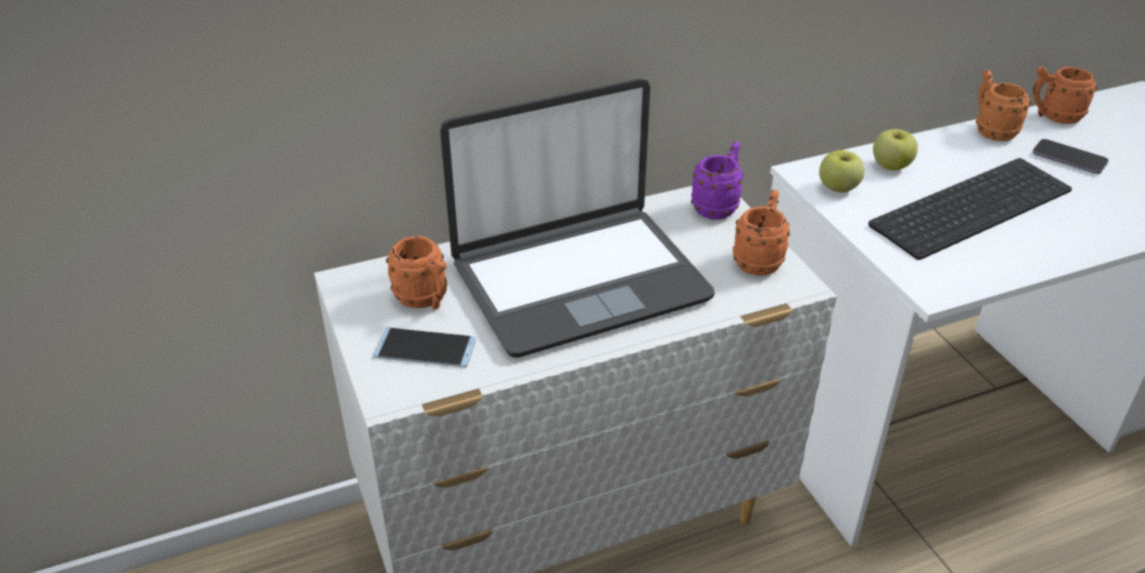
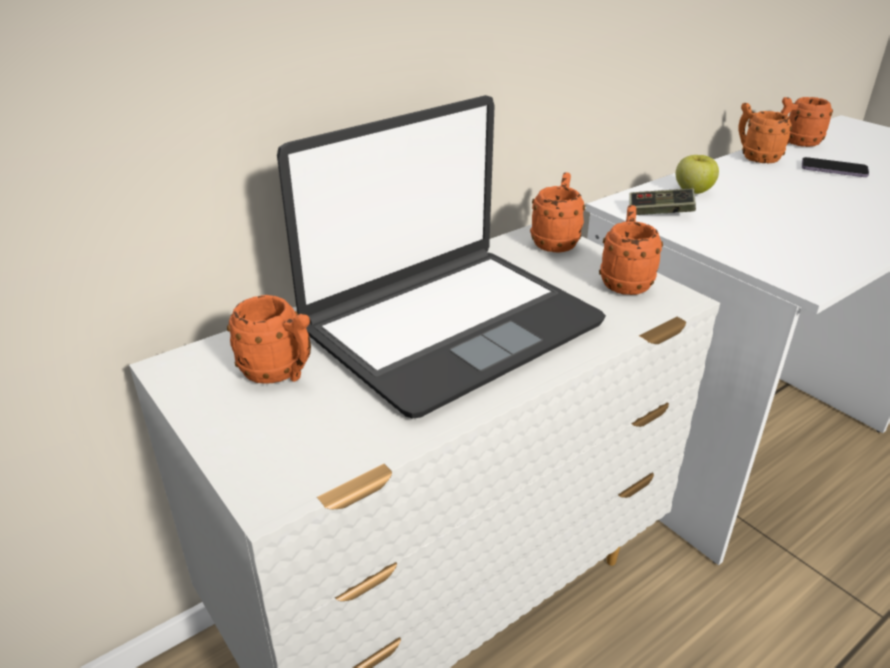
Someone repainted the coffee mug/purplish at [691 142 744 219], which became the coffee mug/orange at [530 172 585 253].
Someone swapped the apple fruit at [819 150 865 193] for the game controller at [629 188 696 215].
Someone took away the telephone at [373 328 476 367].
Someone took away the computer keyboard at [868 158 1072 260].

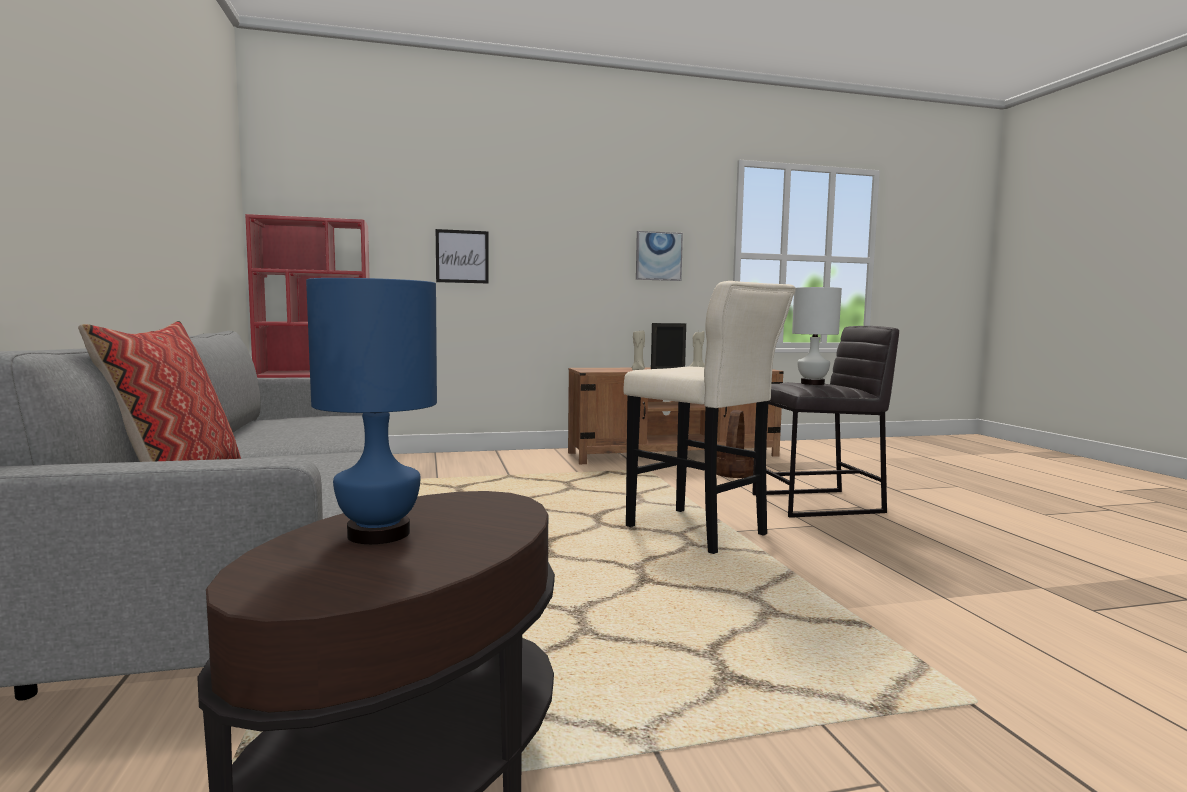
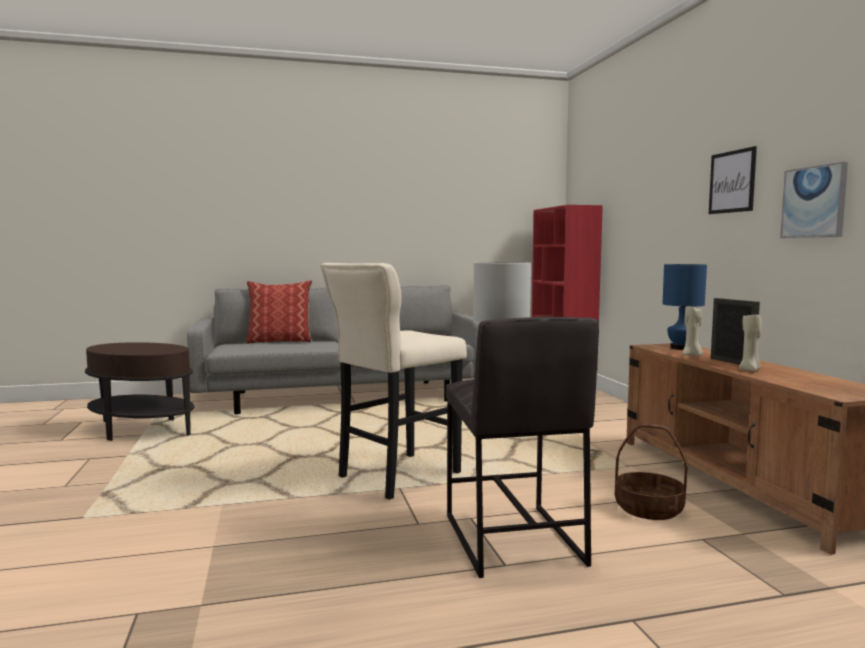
Someone carried the lamp for a table/blue from [306 278 437 544] to [663 264 707 350].
Someone carried the picture from [436 229 489 283] to [709 146 757 214].

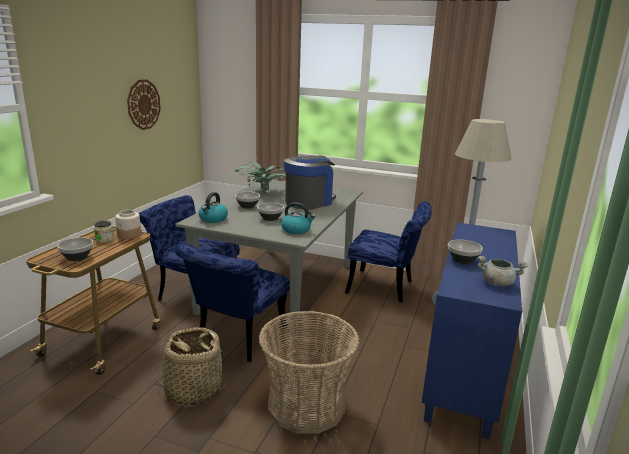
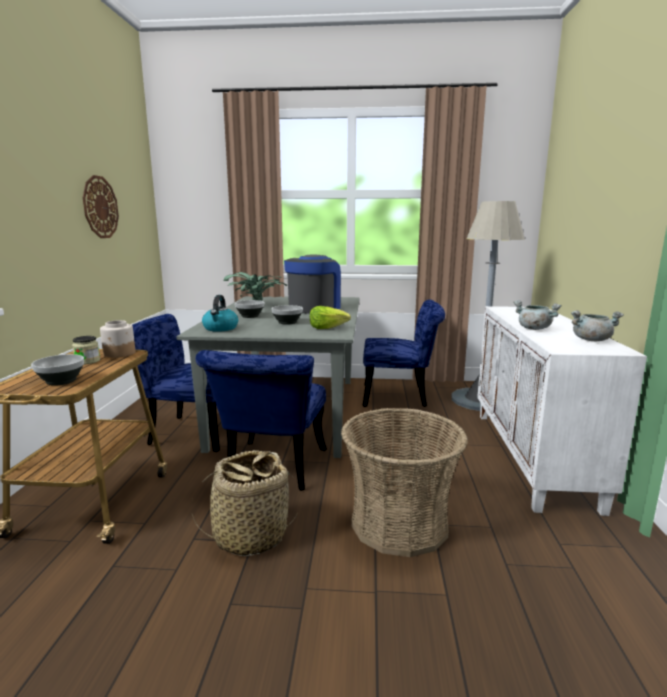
Someone swapped the tea kettle at [281 202 316 234] for the head of lettuce at [310 306 351 329].
Someone repainted the cabinet/blue at [422 222 522 439], which became the cabinet/white at [477 306 647 516].
Someone swapped the deep dish at [448 239 483 264] for the saucepot/greyish at [513 300 562 330].

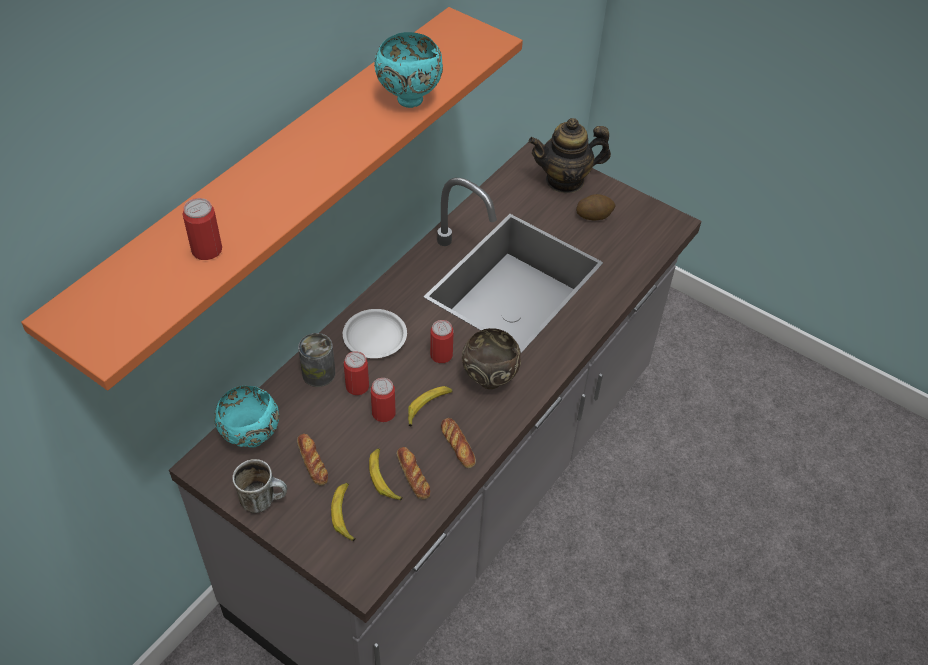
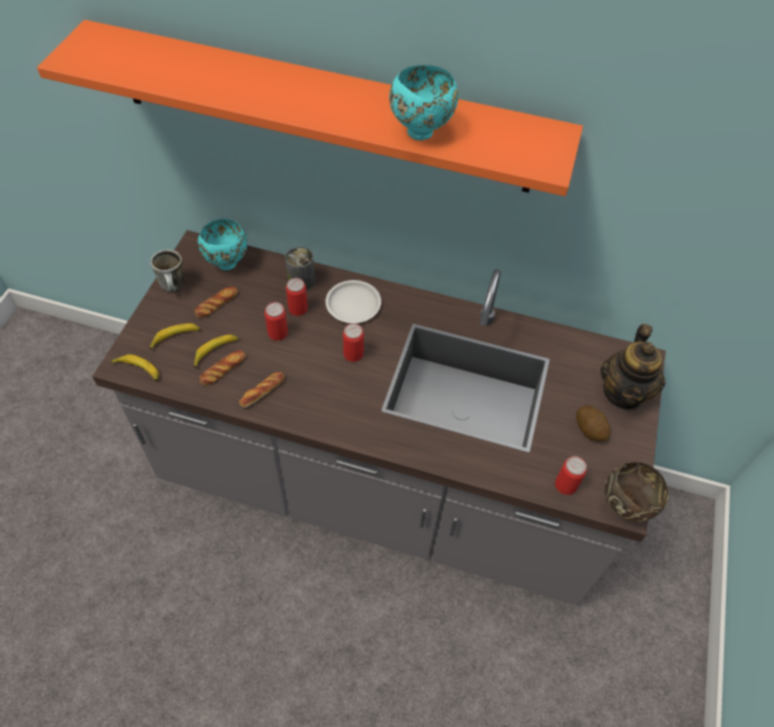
Someone carried the banana fruit from [408 386 452 426] to [111 354 159 381].
Someone carried the can from [182 198 222 260] to [555 456 587 495].
Someone rotated the teapot at [528 118 611 193] by 135 degrees counterclockwise.
Someone carried the deep dish/brownish from [462 328 521 389] to [605 462 668 522].

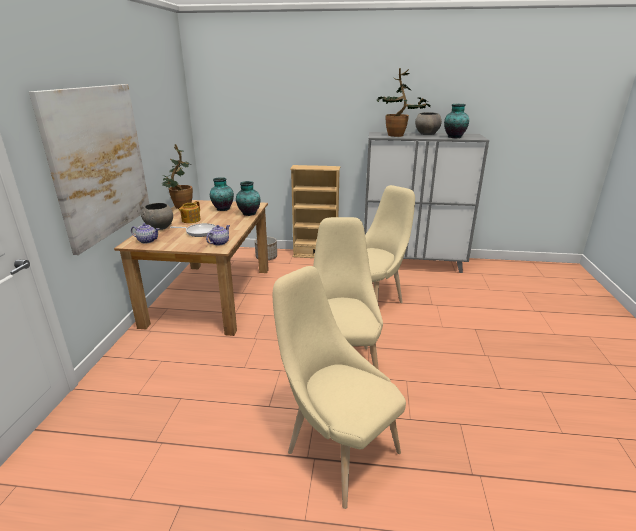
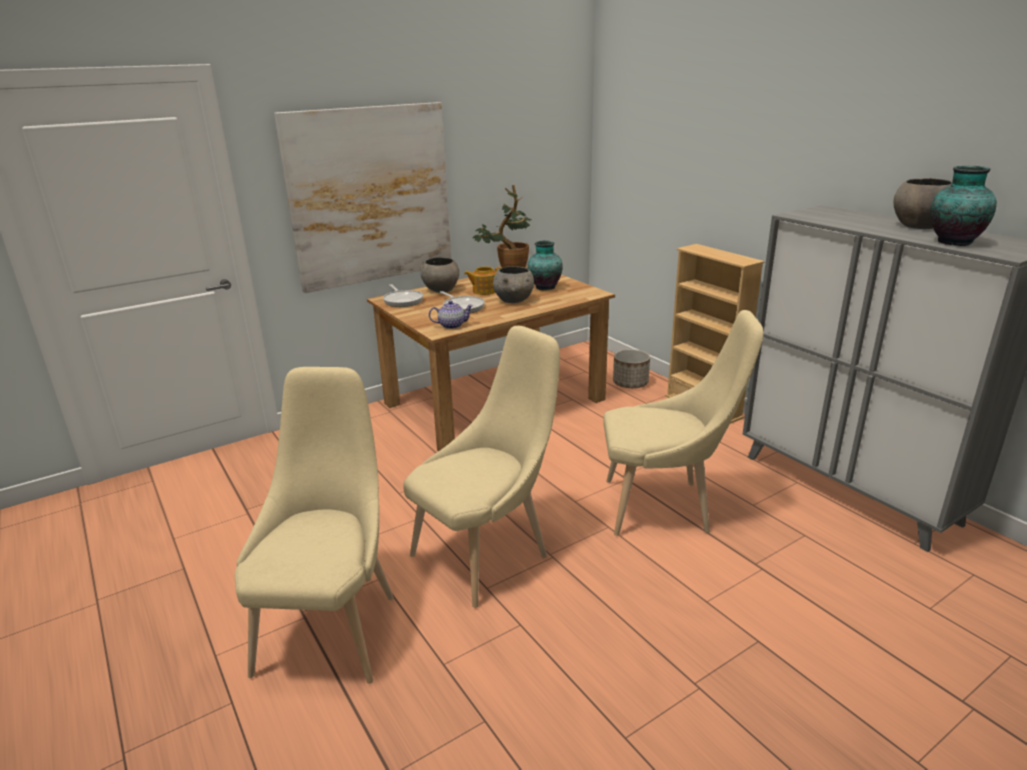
Someone swapped the teapot at [131 223 160 244] for the frying pan at [383 284 423 307].
Someone put down the deep dish/greyish at [493 266 534 303].
Someone took away the vase at [236 181 260 216].
Someone took away the houseplant at [377 68 430 137].

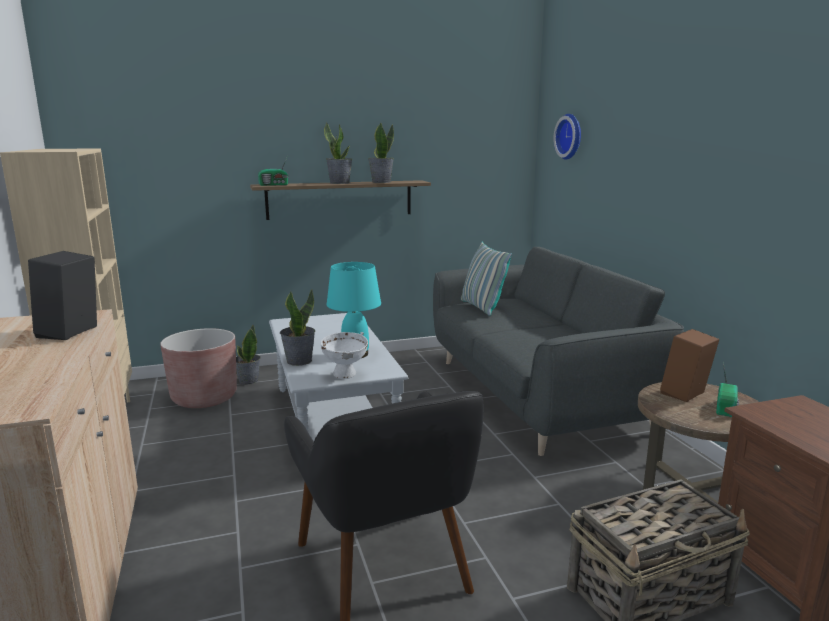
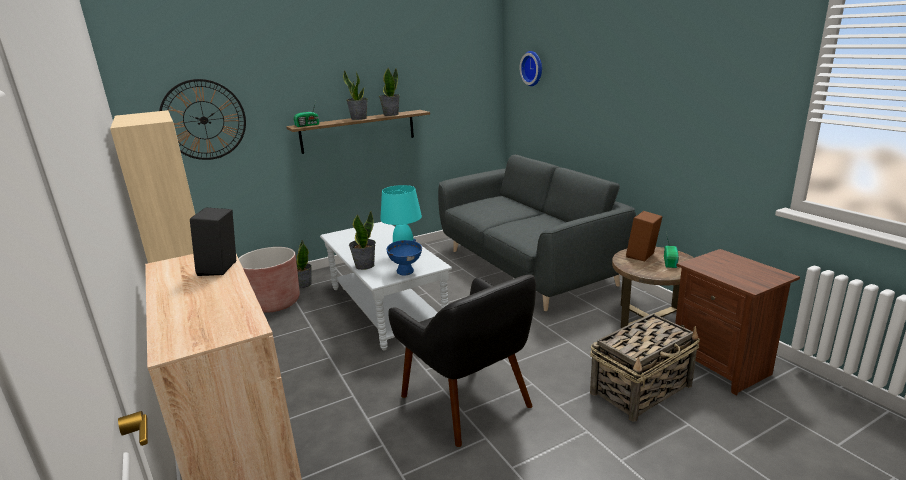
Someone put up the clock on the wall at [159 79 246 160].
Someone repainted the deep dish/white at [321 332 368 379], which became the deep dish/blue at [387 239 422 276].
Someone took away the cushion at [461 242 512 316].

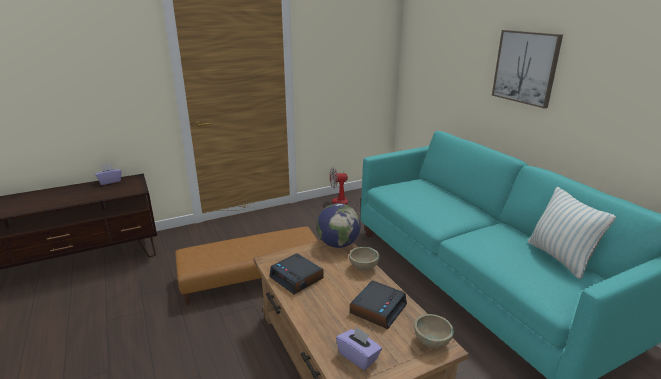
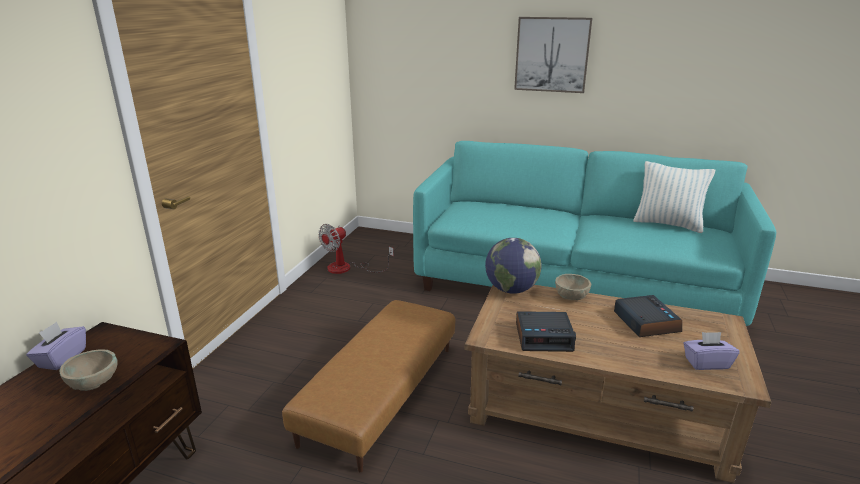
Someone carried the deep dish/sand-coloured from [414 314 454 348] to [60 349 118 391].

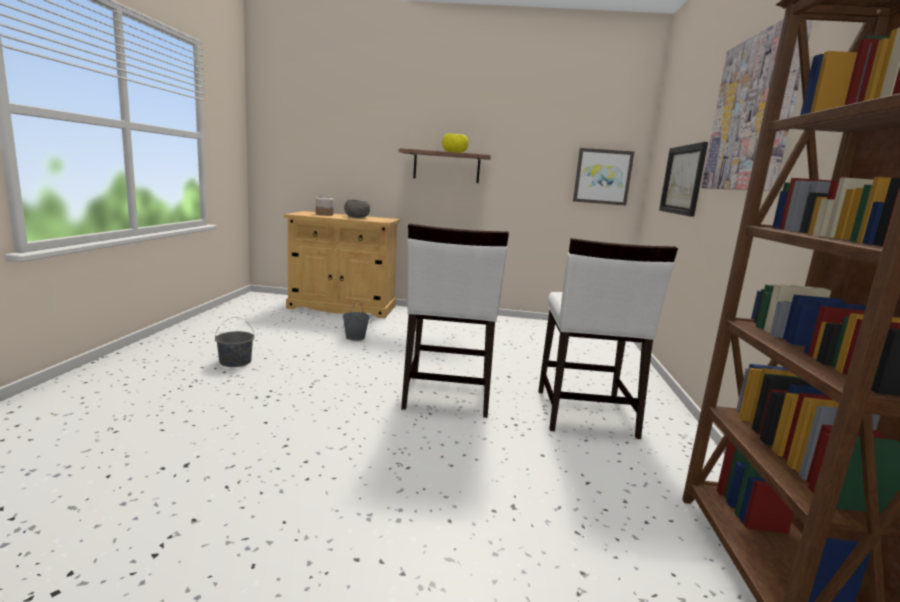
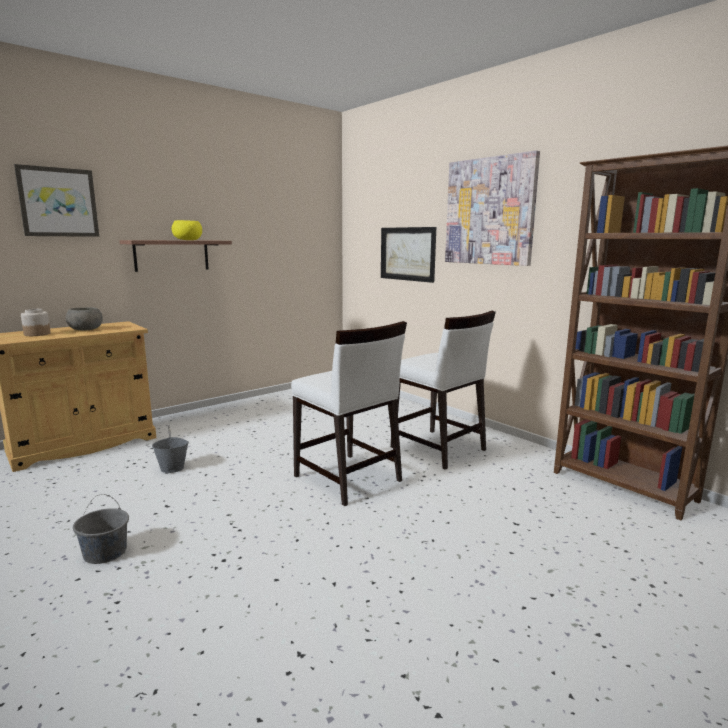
Someone carried the picture from [573 148 634 205] to [14 164 99 237].

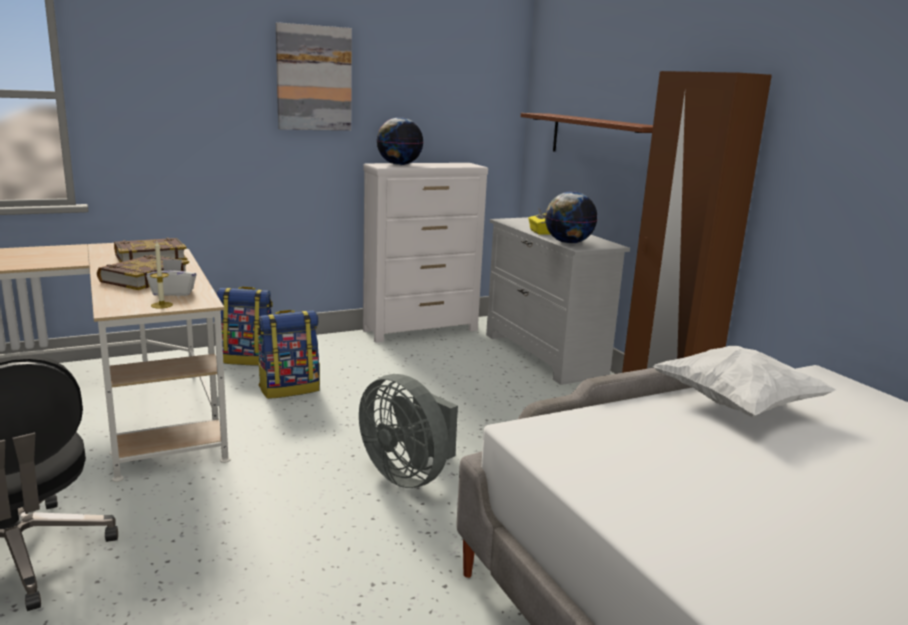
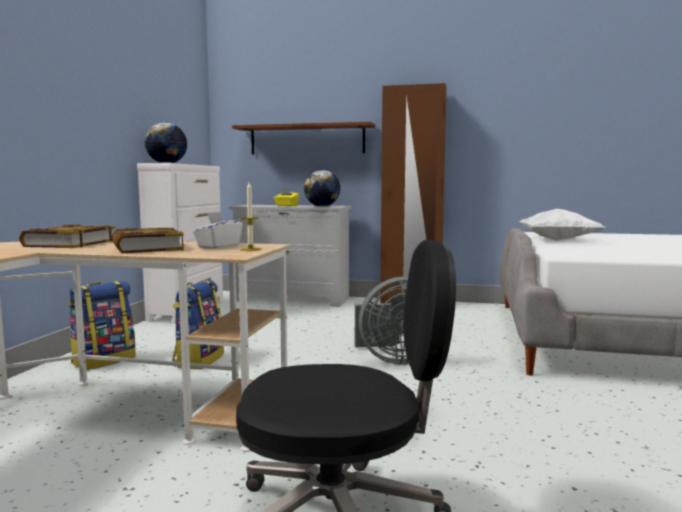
Someone took away the picture at [276 22 352 131].

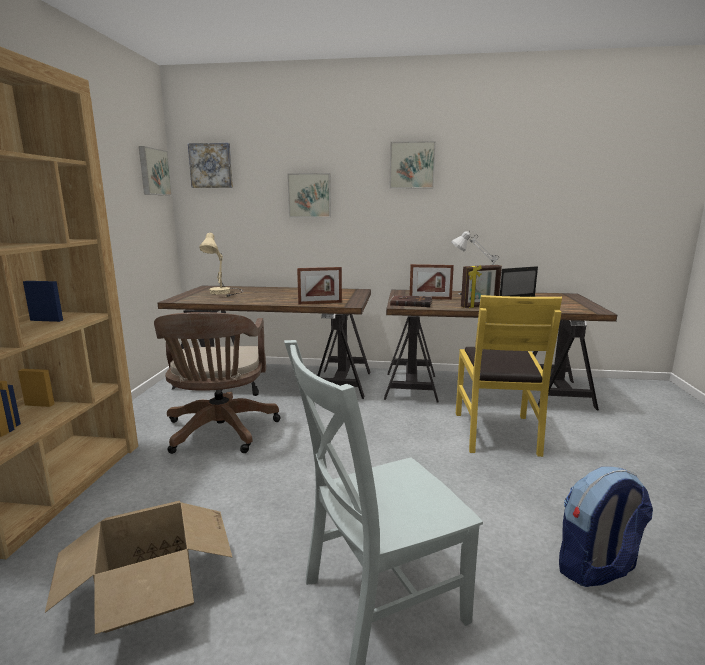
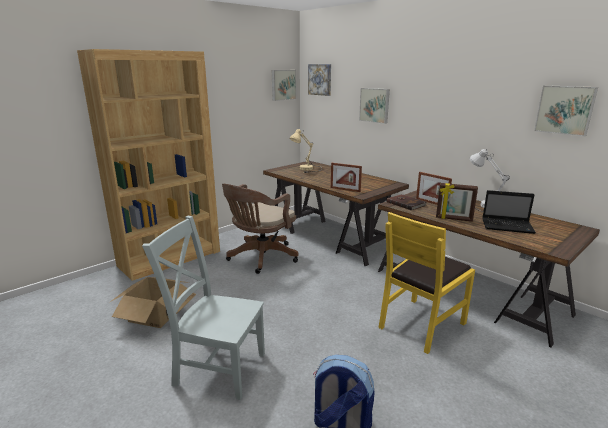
Someone carried the picture from [389 141 436 189] to [534 85 598 136].

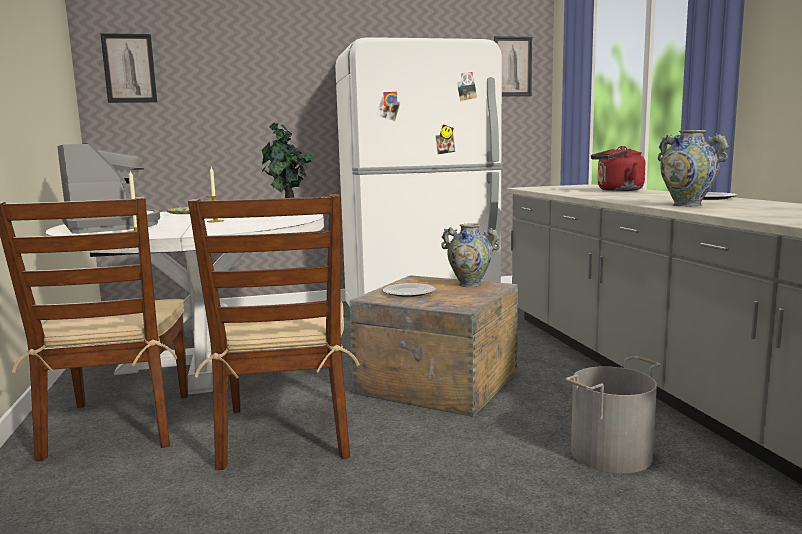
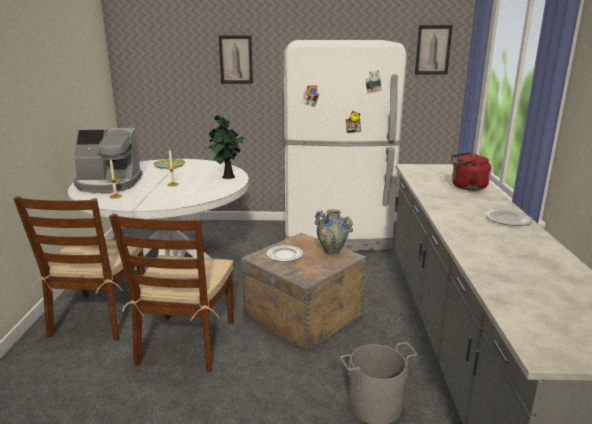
Someone rotated the coffee maker at [57 143 160 234] by 105 degrees clockwise.
Someone carried the picture from [100 33 157 103] to [219 36 253 84].
Someone took away the vase at [658 130 729 207].

